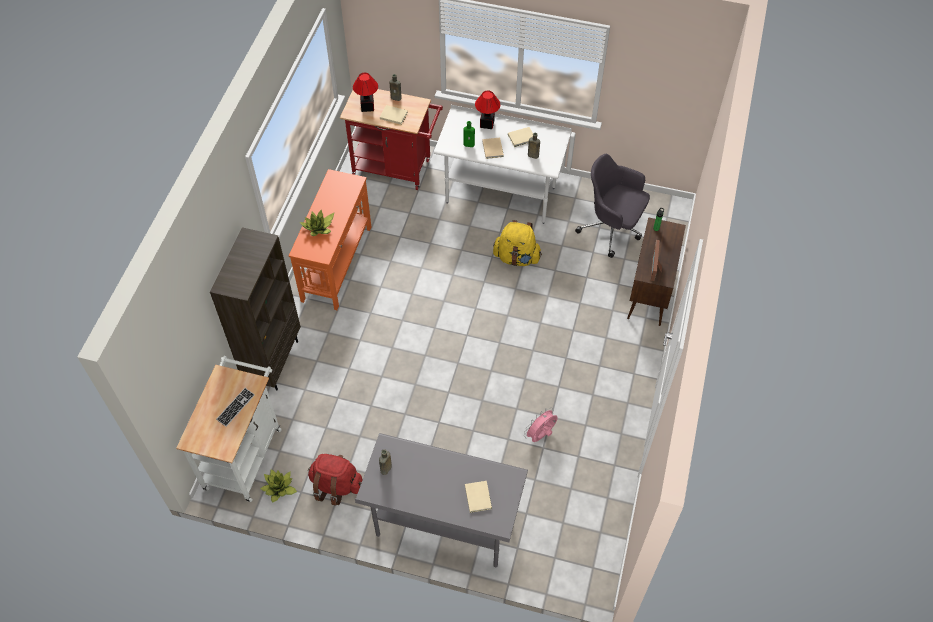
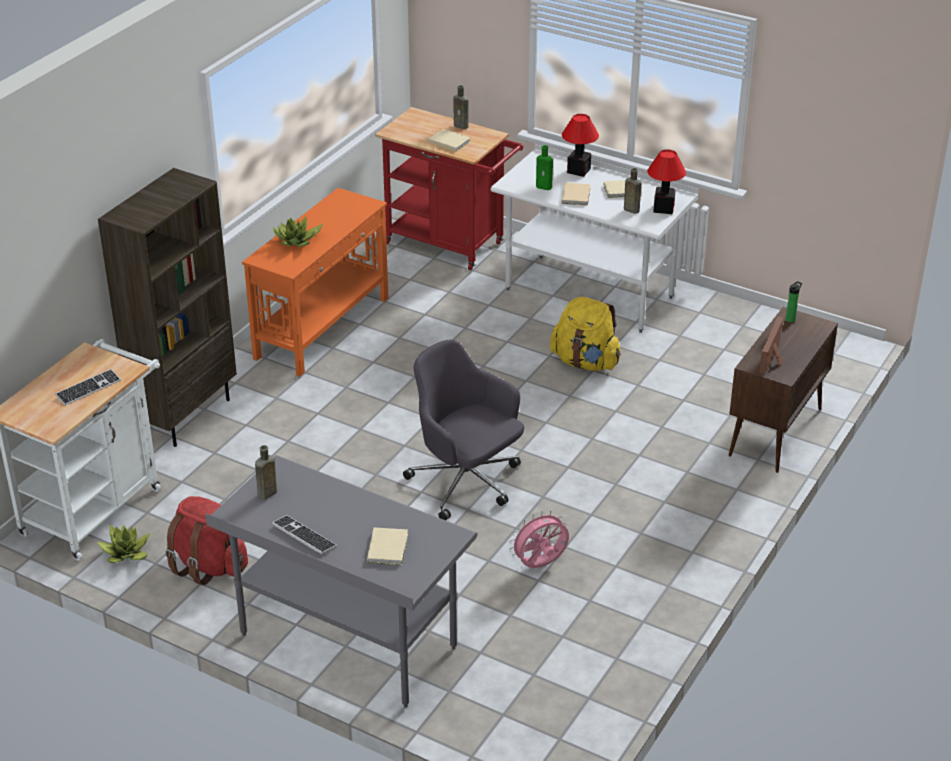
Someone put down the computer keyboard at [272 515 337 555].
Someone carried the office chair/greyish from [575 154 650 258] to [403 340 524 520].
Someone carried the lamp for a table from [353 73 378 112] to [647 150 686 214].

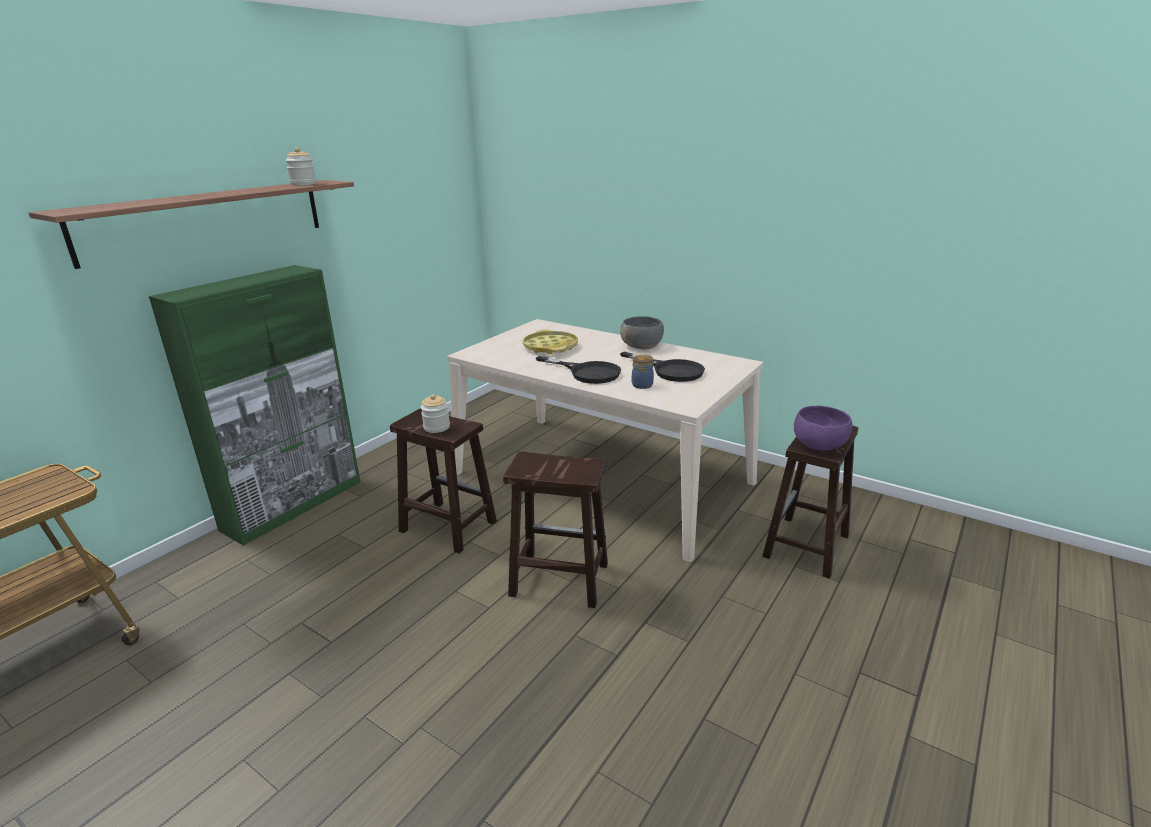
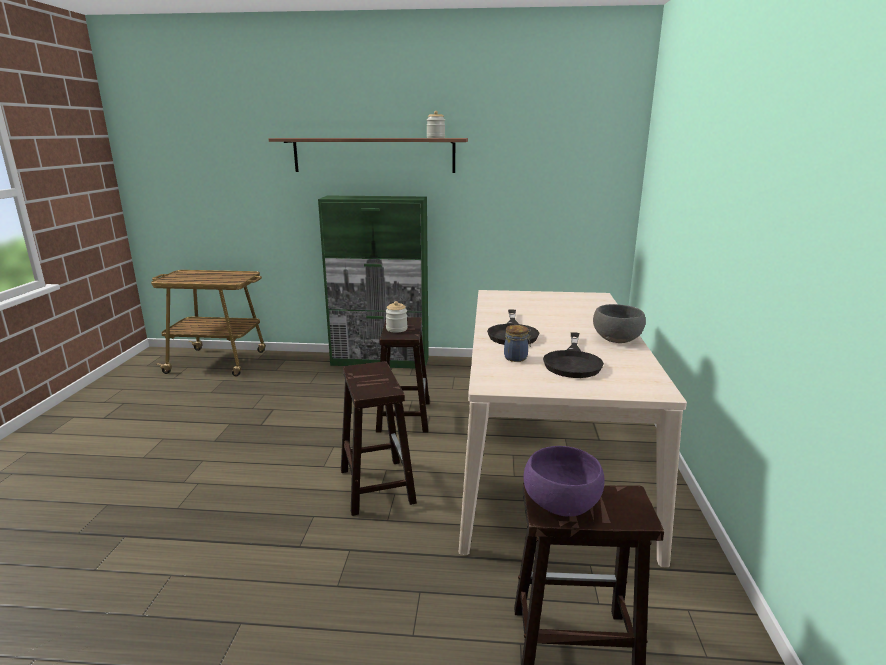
Someone took away the serving tray/yellow-coloured at [523 330 578 354].

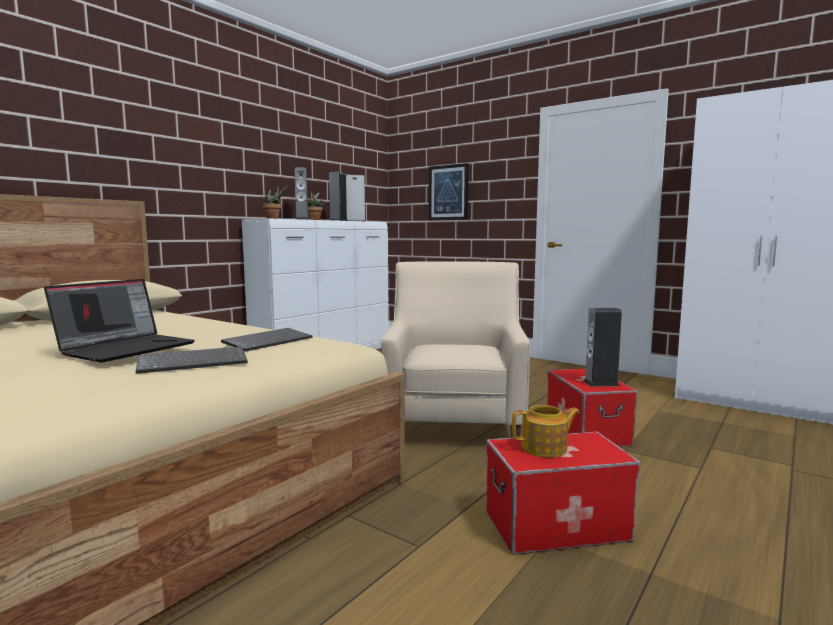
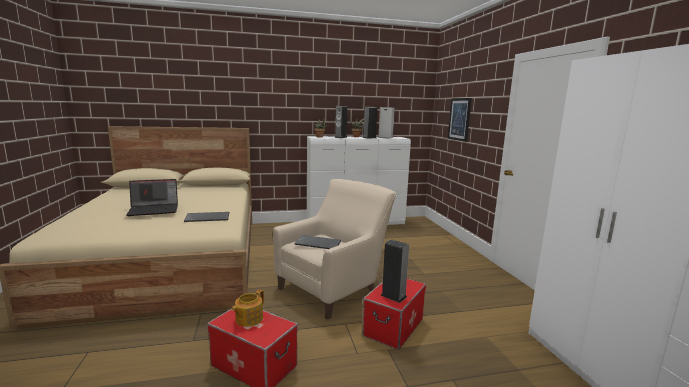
Someone rotated the teapot at [512 405 580 458] by 90 degrees clockwise.
Someone carried the computer keyboard from [136 346 248 374] to [294 235 341 249].

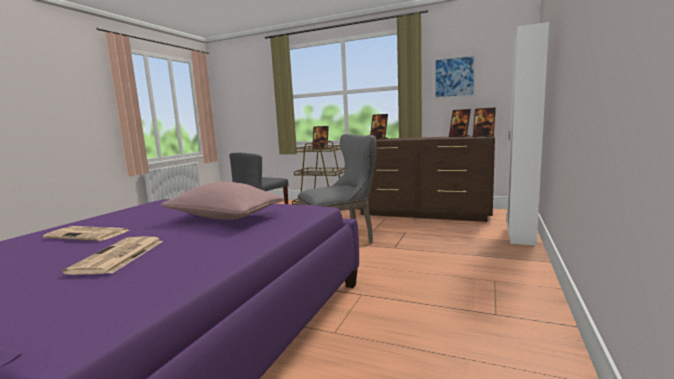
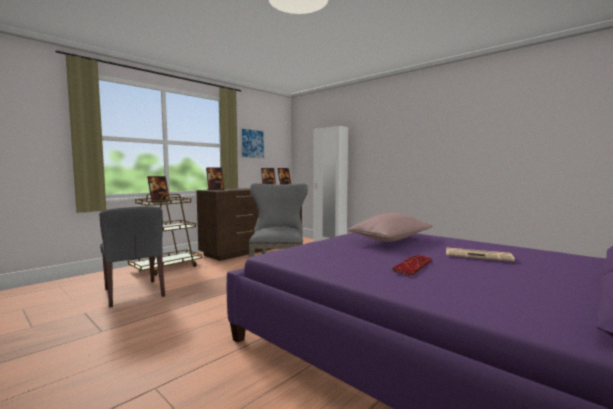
Someone swapped the newspaper at [43 226 130 241] for the computer keyboard at [391 255 433 276].

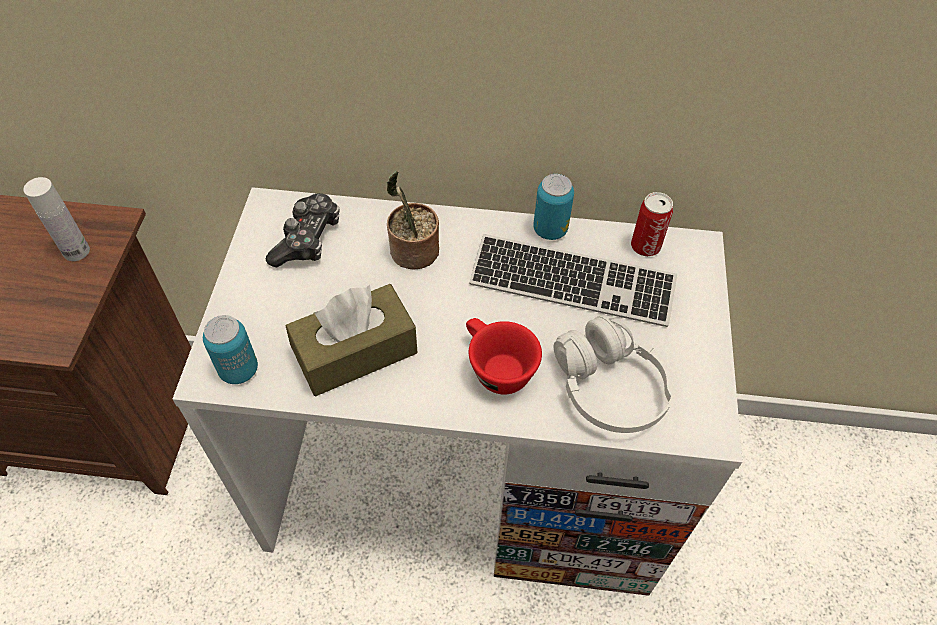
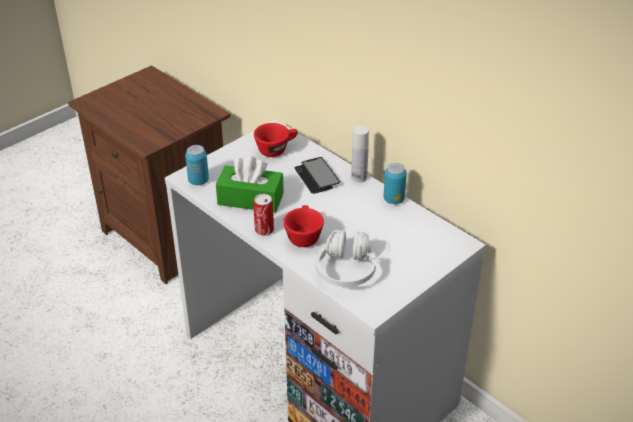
Someone repainted the tissue holder/brownish at [286 284 417 396], which became the tissue holder/greenish at [216 156 284 213].
Someone carried the can from [631 192 673 257] to [253 194 274 236].
Someone swapped the game controller at [266 193 339 267] for the small cup/red-coloured at [254 123 298 157].
Someone swapped the houseplant at [386 171 439 270] for the telephone at [295 157 340 194].
Someone carried the drink bottle/white from [23 177 90 261] to [351 126 369 182].
Someone took away the computer keyboard at [469 234 677 327].

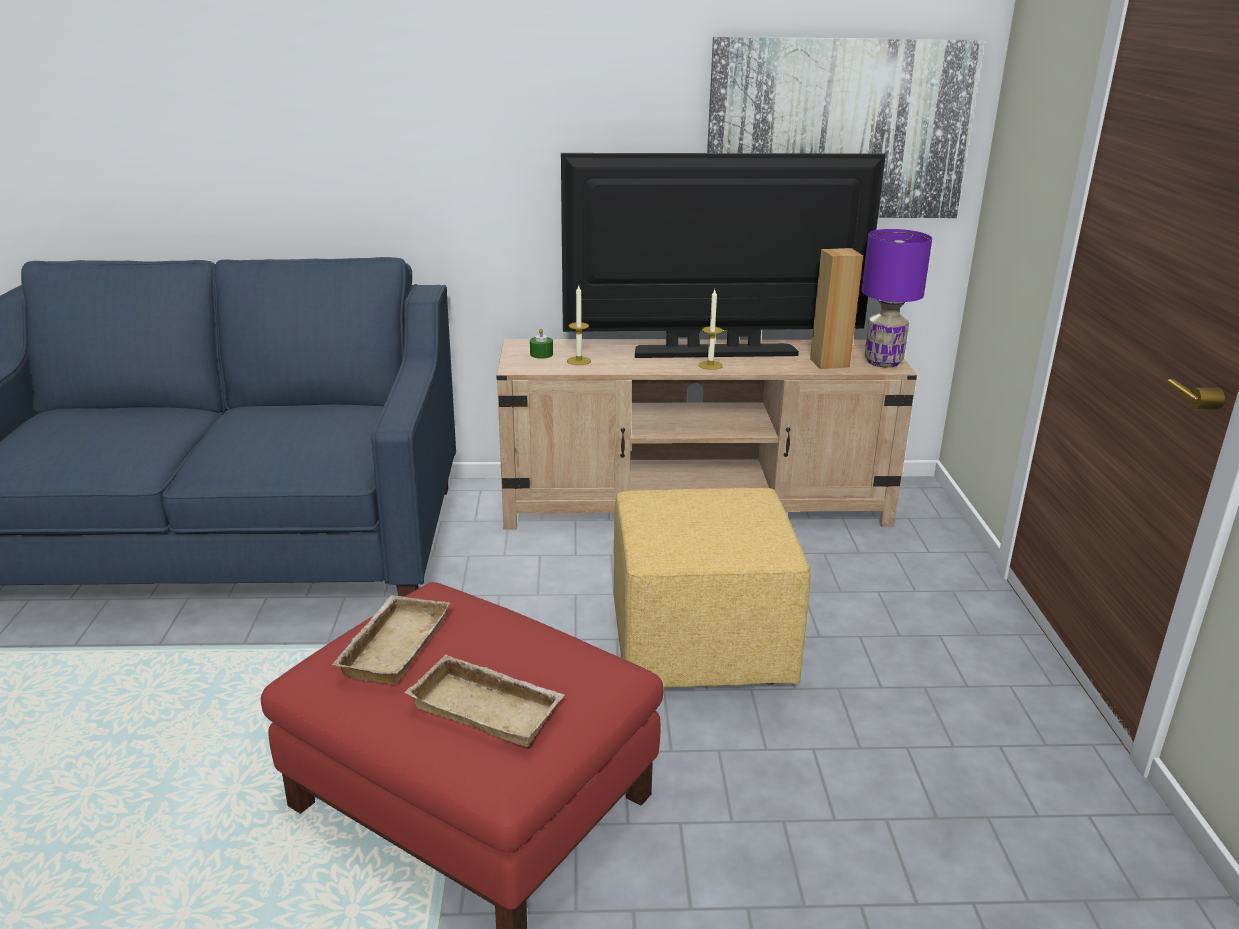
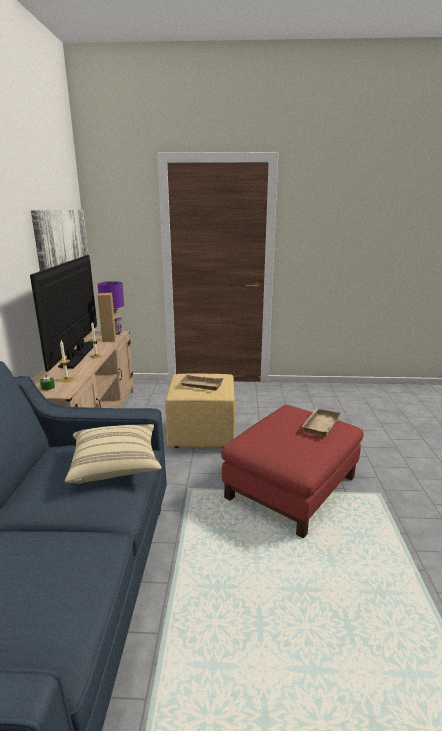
Someone put down the cushion/sand-coloured at [65 424 162 484].
Someone carried the serving tray/sand-coloured from [331 595 450 684] to [178 374 224 390].

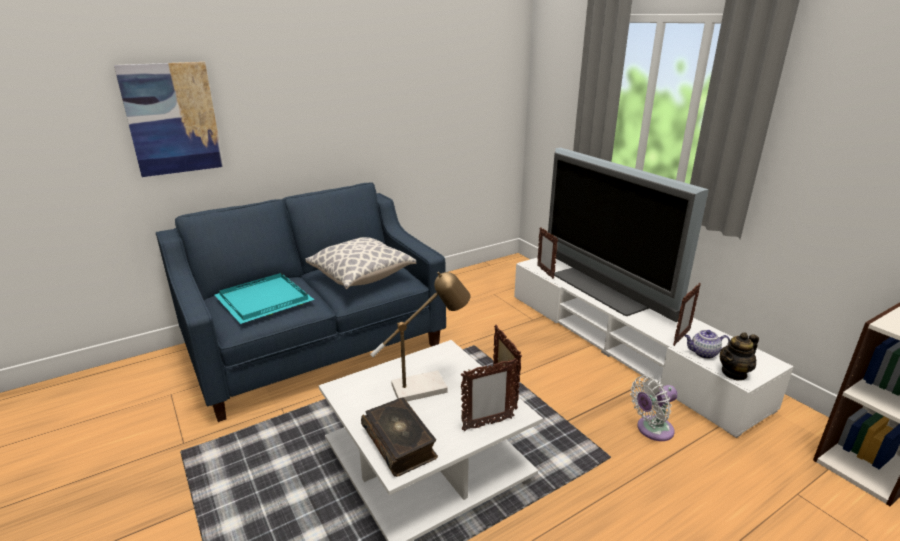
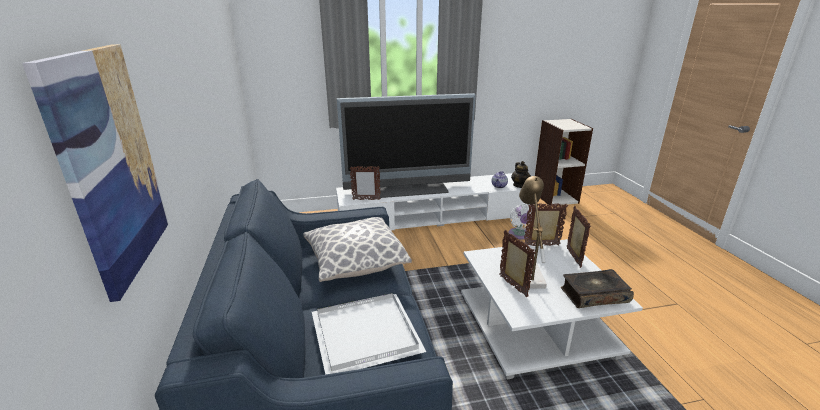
Someone repainted the serving tray/turquoise at [215 273 314 324], which became the serving tray/white at [312 293 426 375].
Someone carried the picture frame from [673 283 701 346] to [499 230 536 297].

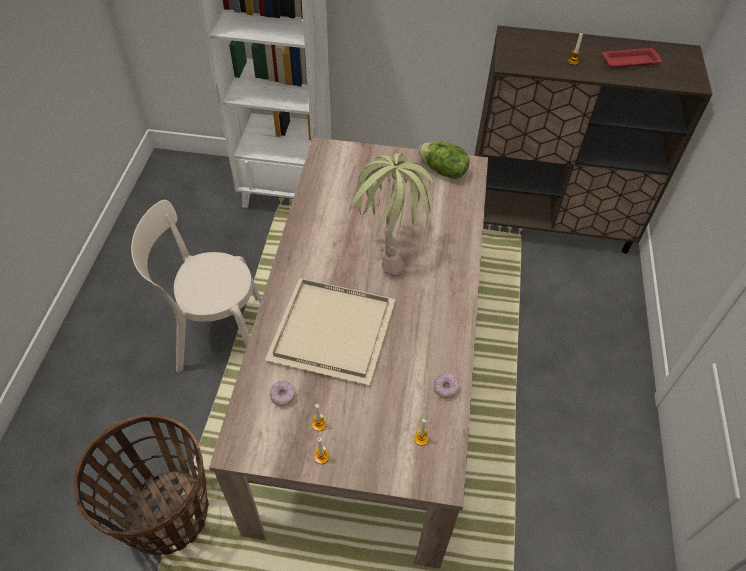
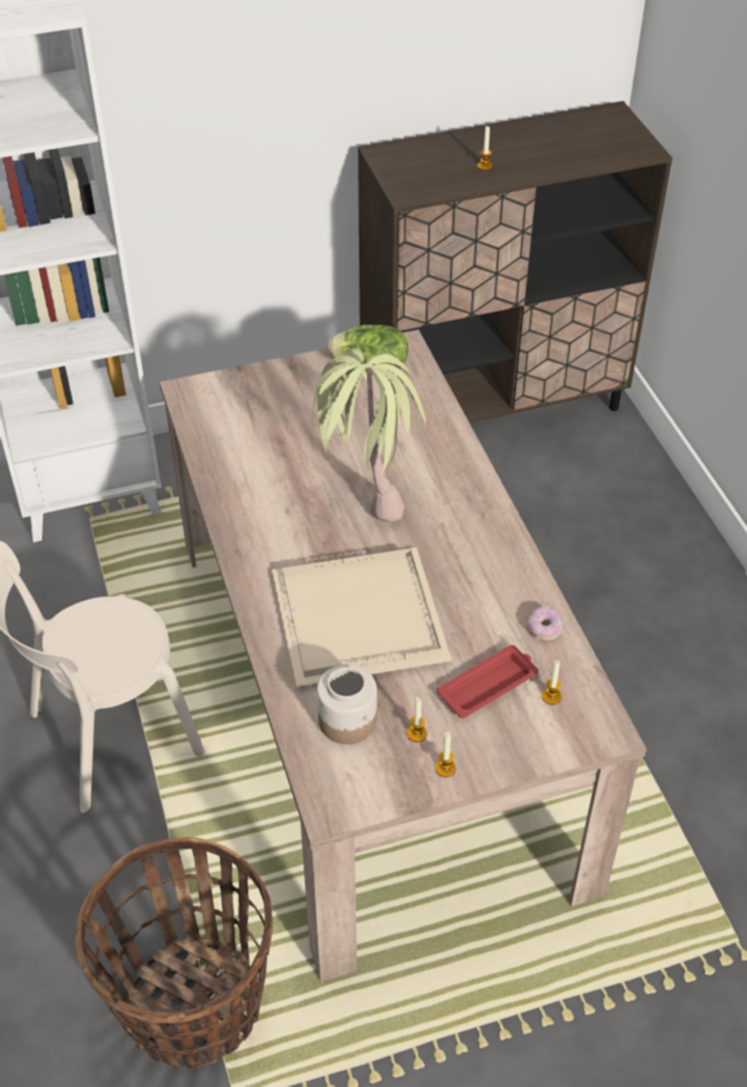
Someone swapped the donut at [270 381 295 406] for the storage jar at [317 664 377 744].
Someone carried the serving tray/red-coloured from [602 48 662 68] to [436 645 538 718].

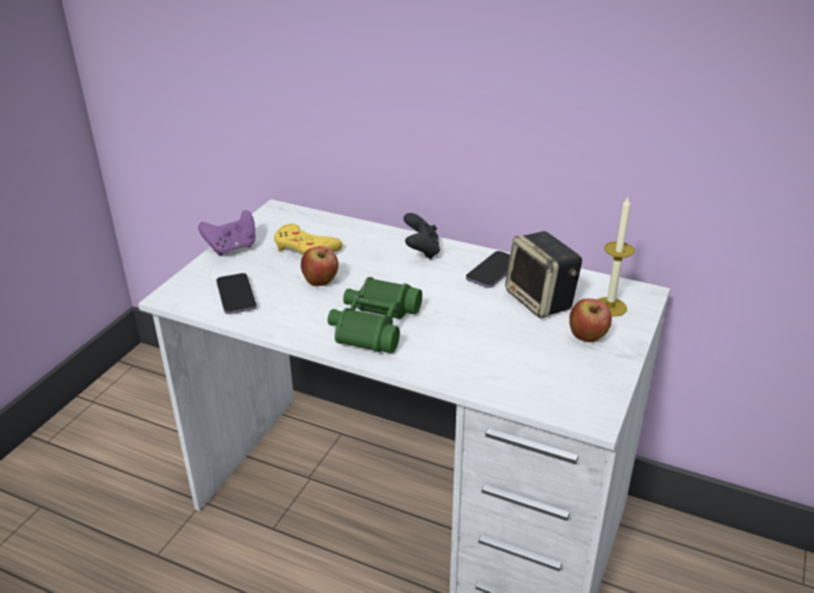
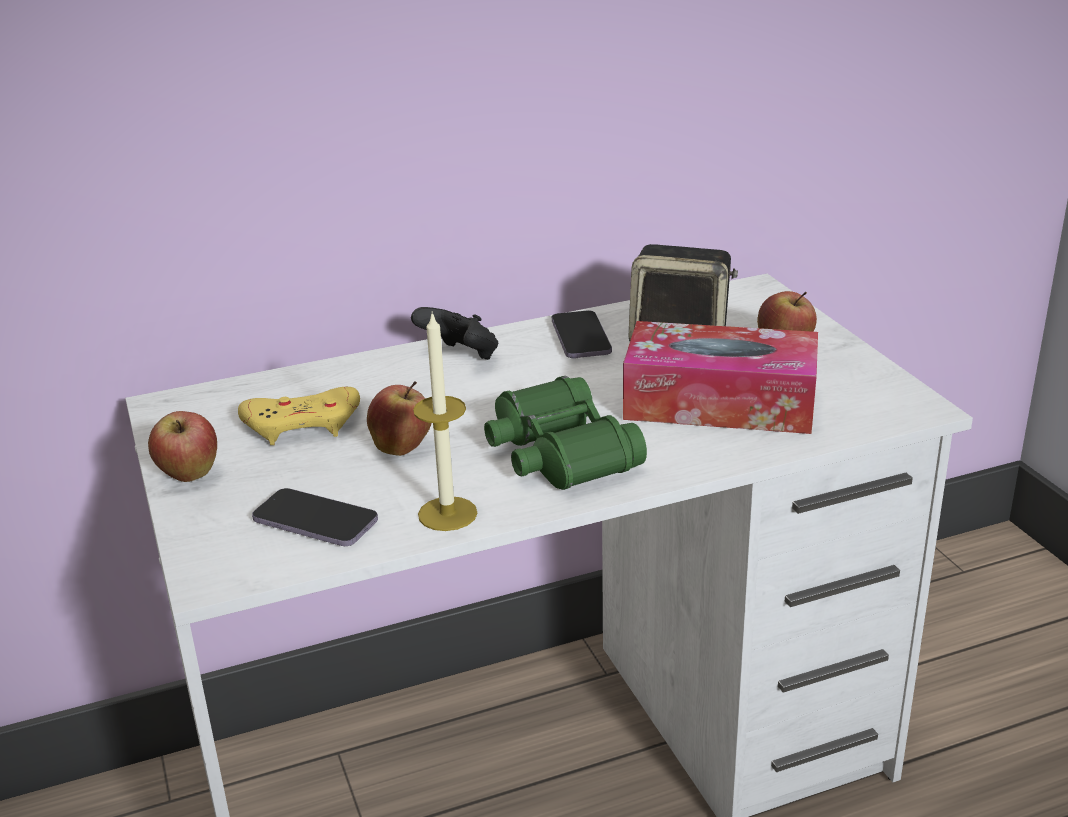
Someone swapped the game controller/purplish at [198 210 255 256] for the apple fruit at [148 411 217 482].
Someone carried the candle from [597 197 634 317] to [413 312 478 531].
Someone put down the tissue holder at [623 321 818 434].

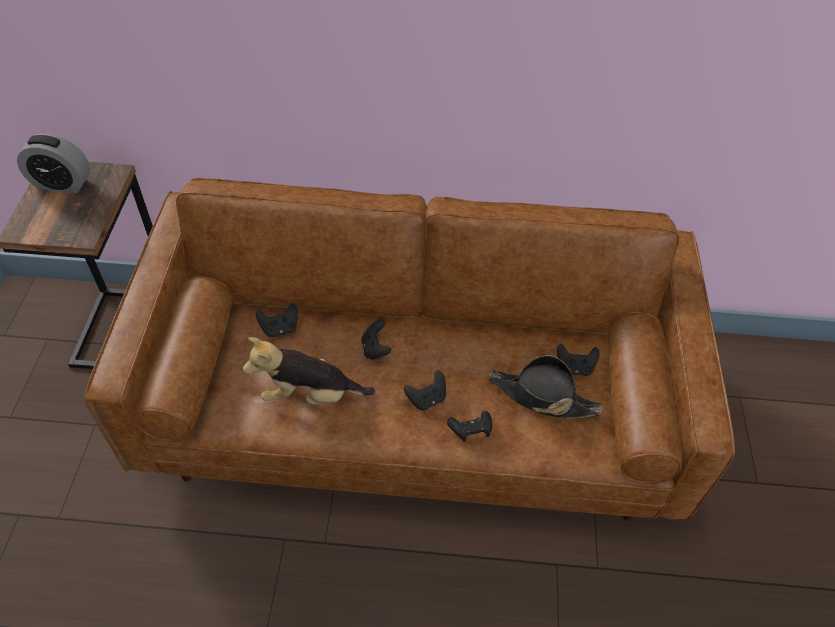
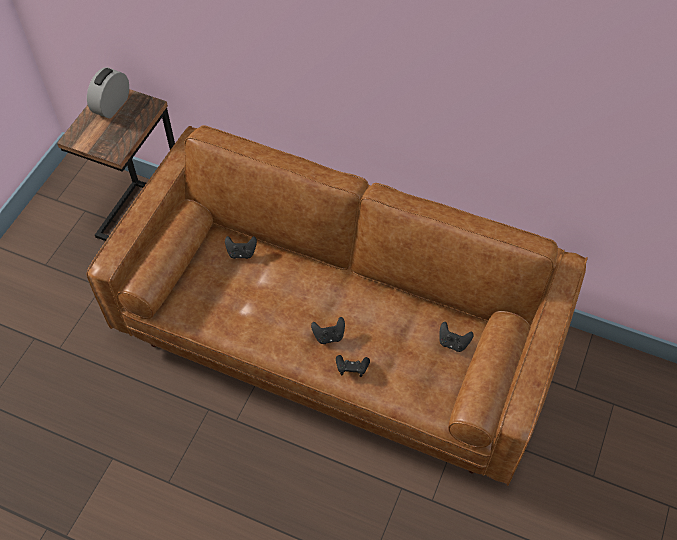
Someone rotated the table clock at [17 133 90 193] by 90 degrees clockwise.
Someone took away the plush toy at [243 337 375 404].
Someone took away the game controller/blackish at [361 320 391 360].
Someone took away the wearable hat/blackish at [487 355 604 419].

